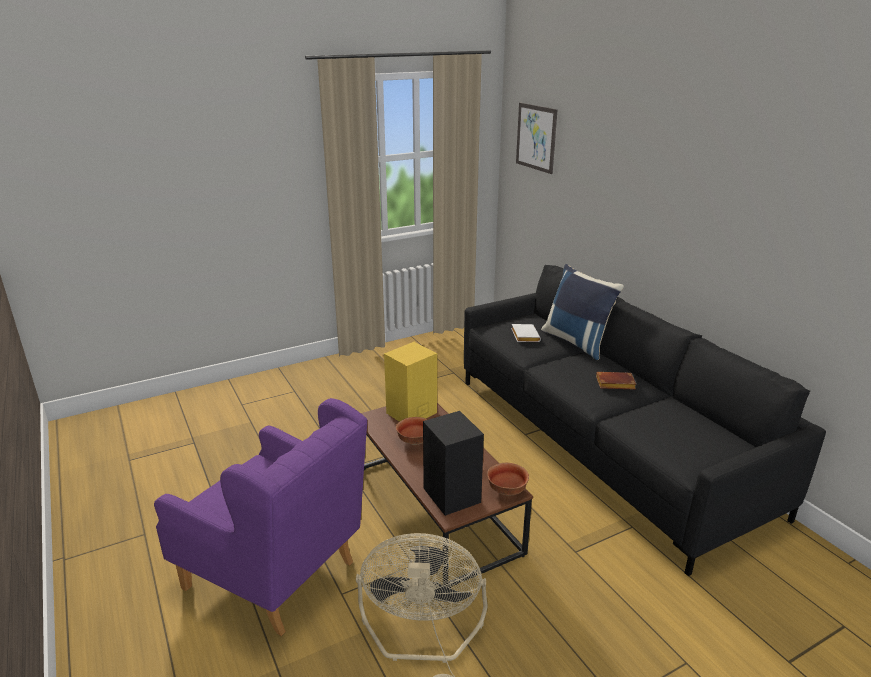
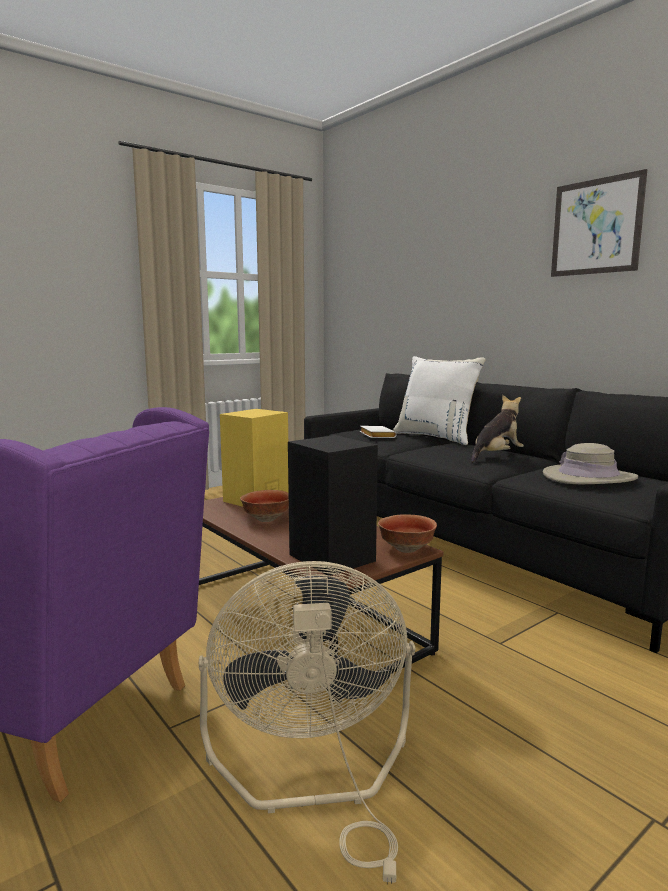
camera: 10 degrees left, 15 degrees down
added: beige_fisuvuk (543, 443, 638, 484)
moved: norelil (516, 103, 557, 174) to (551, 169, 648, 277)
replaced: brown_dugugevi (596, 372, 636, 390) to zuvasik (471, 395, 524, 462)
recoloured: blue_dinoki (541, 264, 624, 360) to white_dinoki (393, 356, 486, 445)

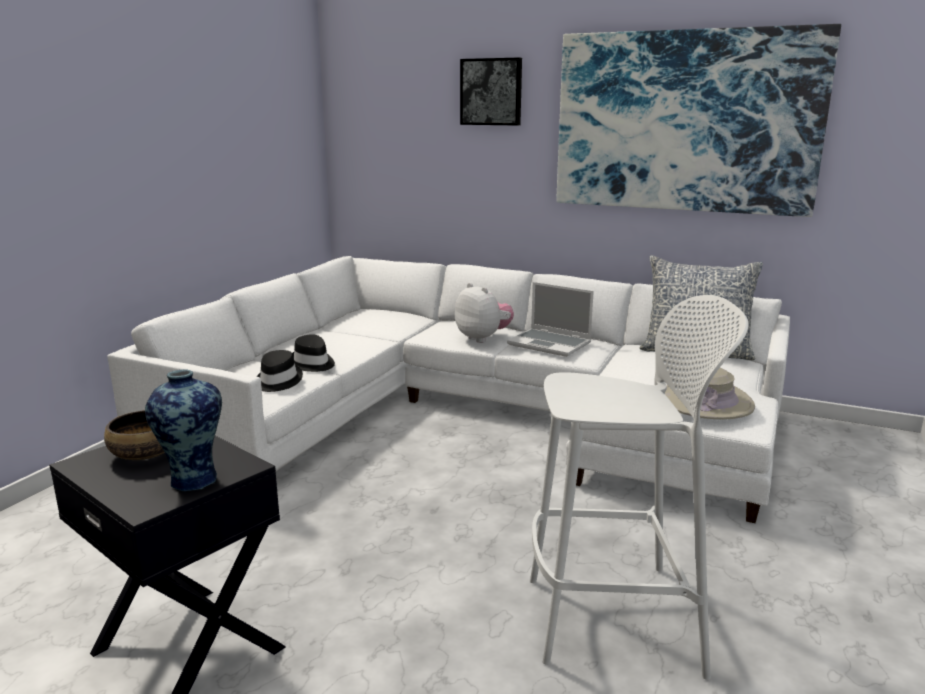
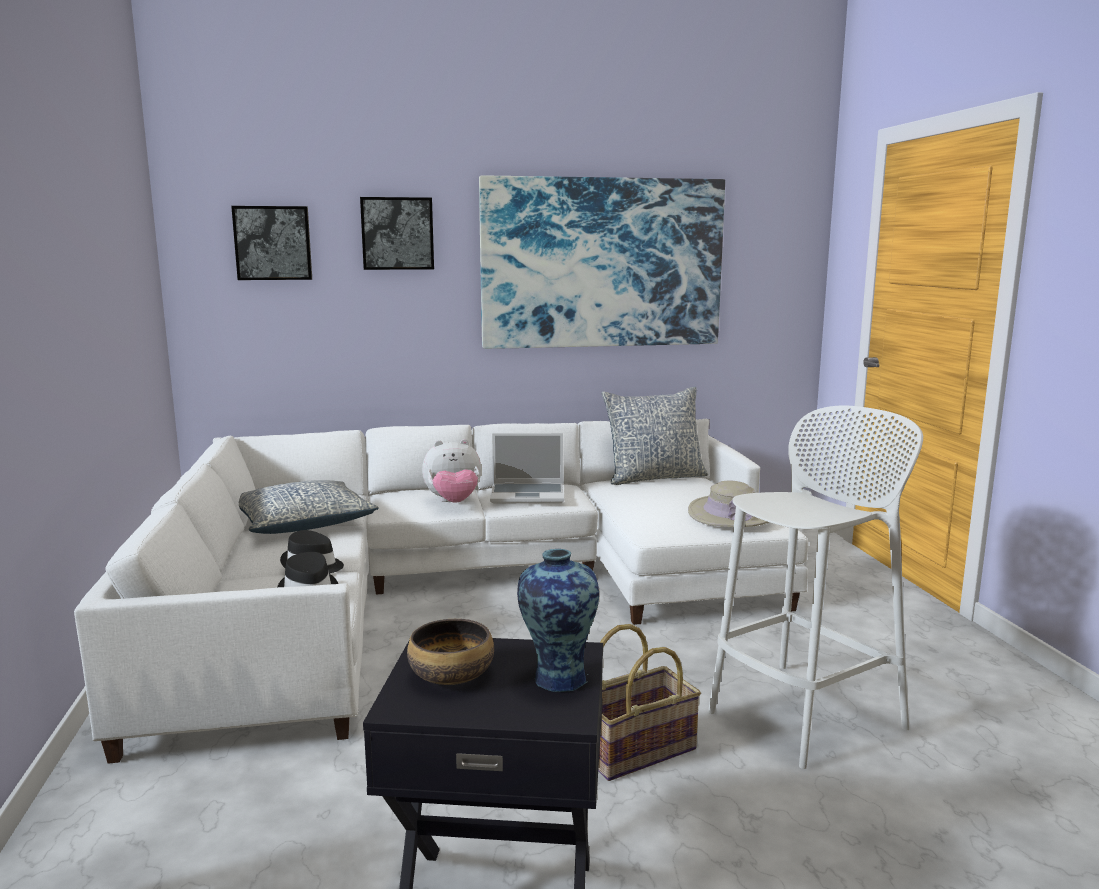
camera: 35 degrees left, 5 degrees down
added: norelil (231, 206, 312, 280); dinoki (239, 480, 379, 534); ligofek (598, 624, 701, 781)
turned: zuvasik (455, 283, 514, 343) = (422, 439, 481, 503) 150 degrees clockwise

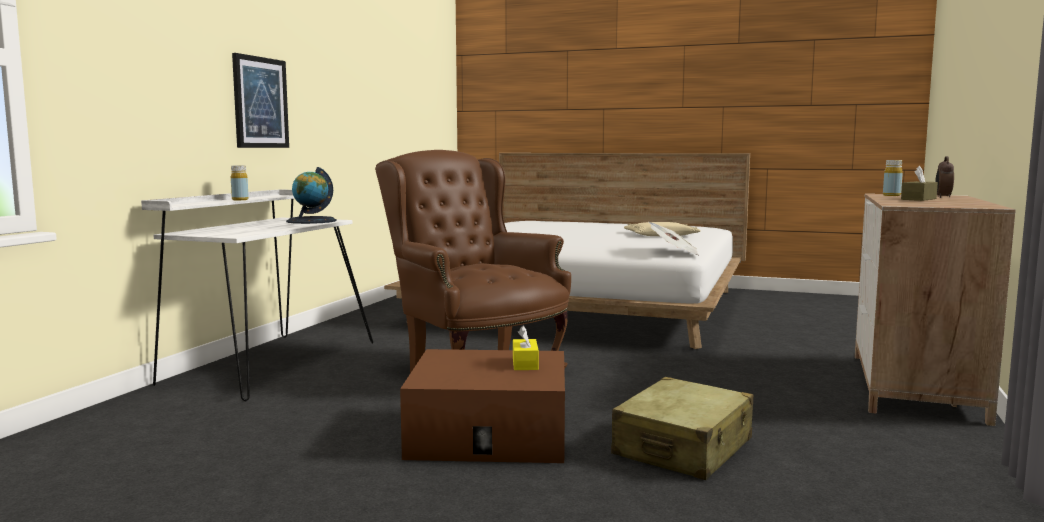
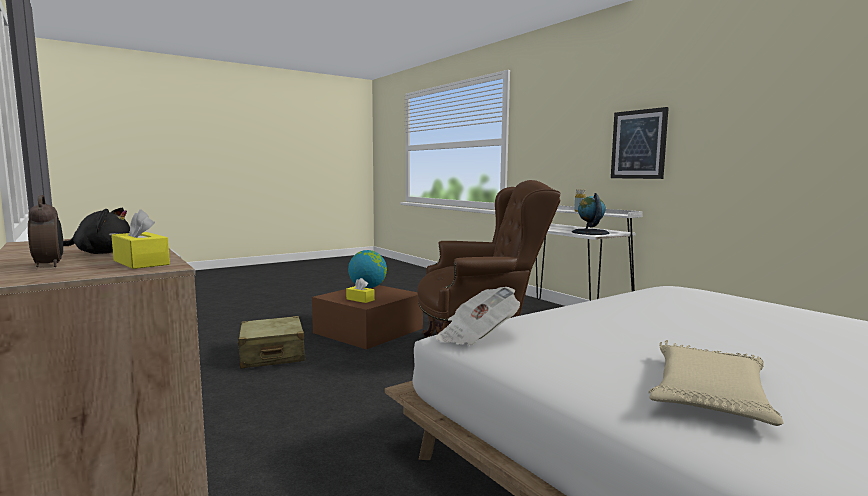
camera: 125 degrees right, 0 degrees up
added: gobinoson (348, 250, 387, 288)
replaced: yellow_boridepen (883, 160, 903, 196) to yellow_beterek (111, 209, 170, 269); brown_beterek (901, 166, 938, 201) to black_zuvasik (63, 208, 130, 254)

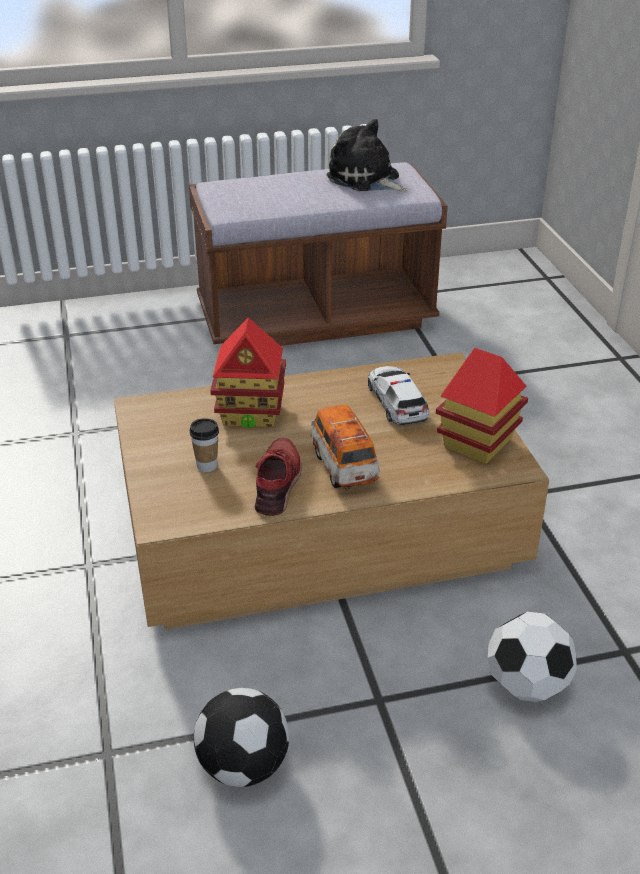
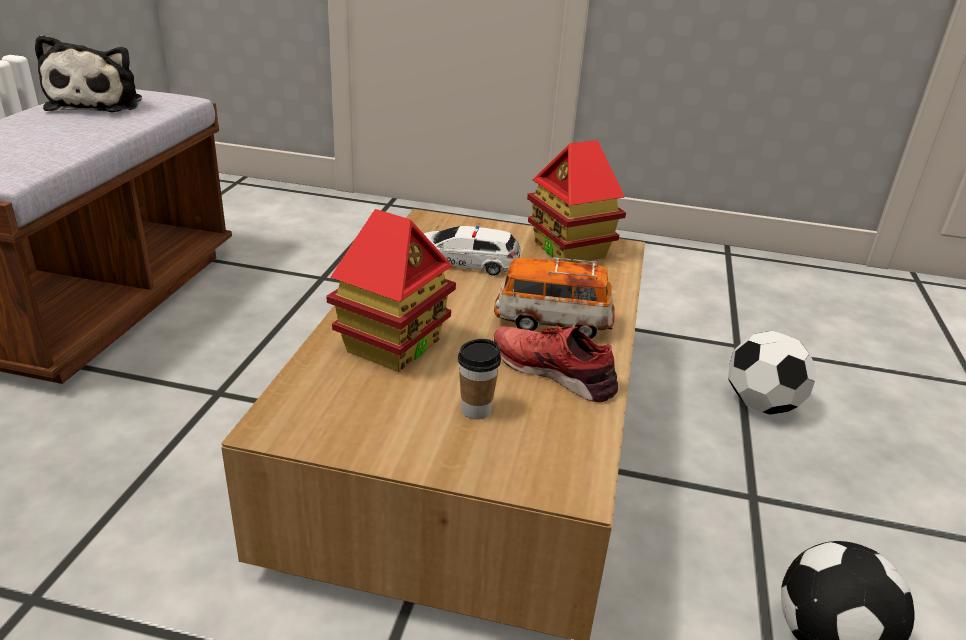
camera: 65 degrees left, 5 degrees down
turned: zuvasik (326, 119, 408, 191) = (35, 35, 142, 112) 75 degrees counterclockwise

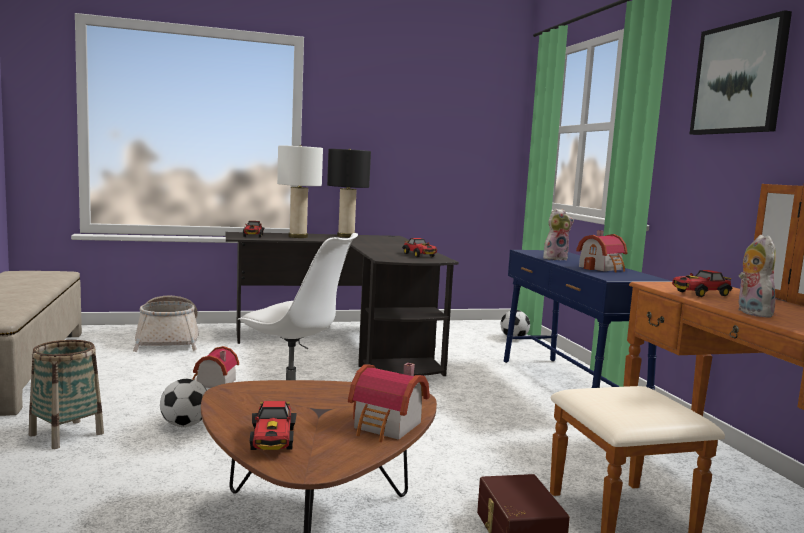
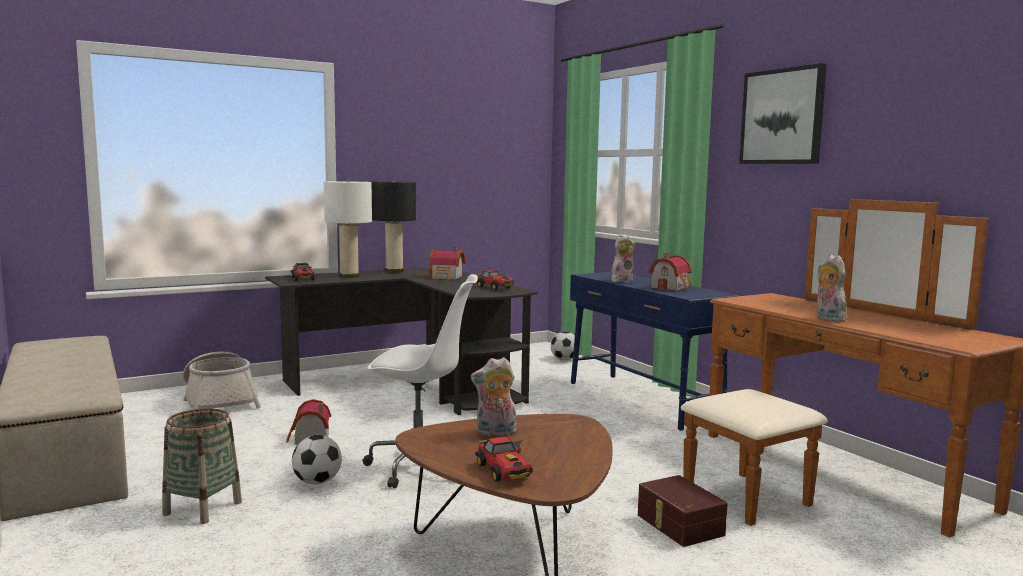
camera: 15 degrees left, 0 degrees up
removed: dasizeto (672, 270, 732, 297)
added: zuvasik (470, 357, 516, 436)
moved: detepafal (348, 363, 430, 442) to (429, 247, 465, 280)

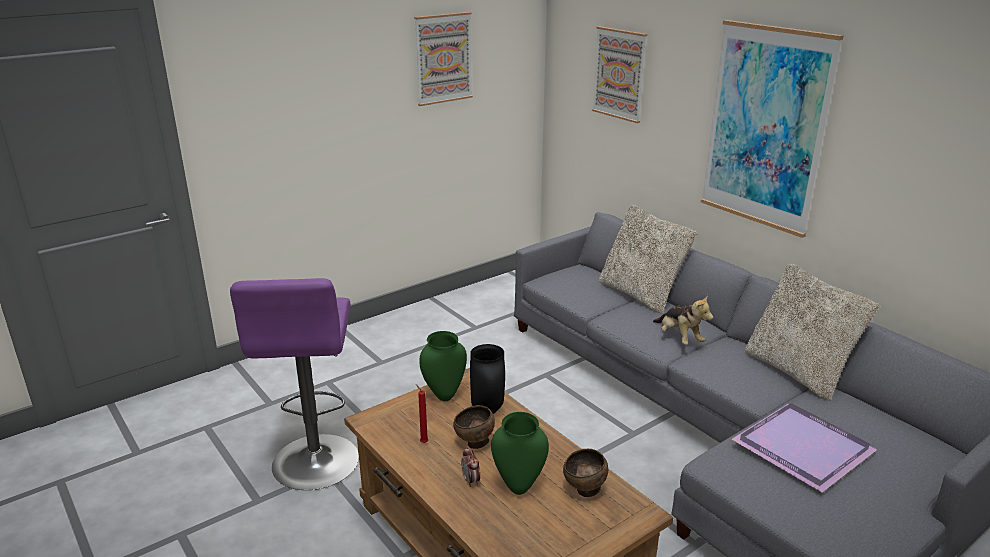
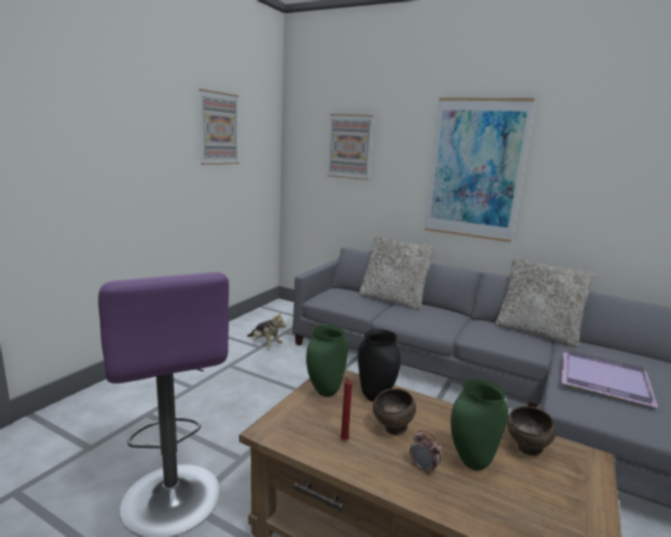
camera: 25 degrees left, 10 degrees down
moved: zuvasik (653, 295, 714, 345) to (247, 312, 286, 346)

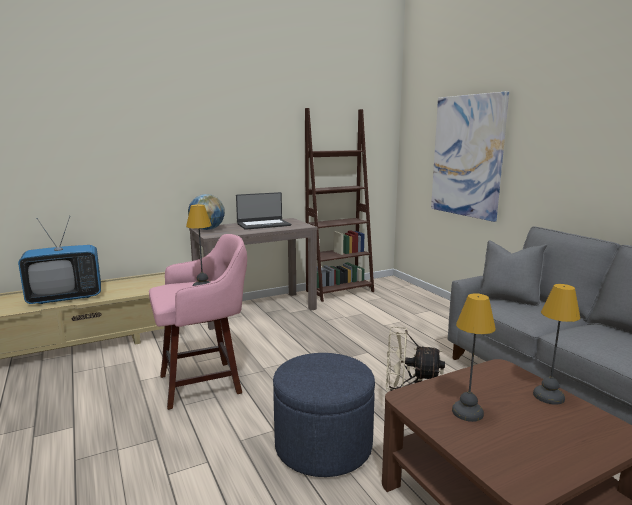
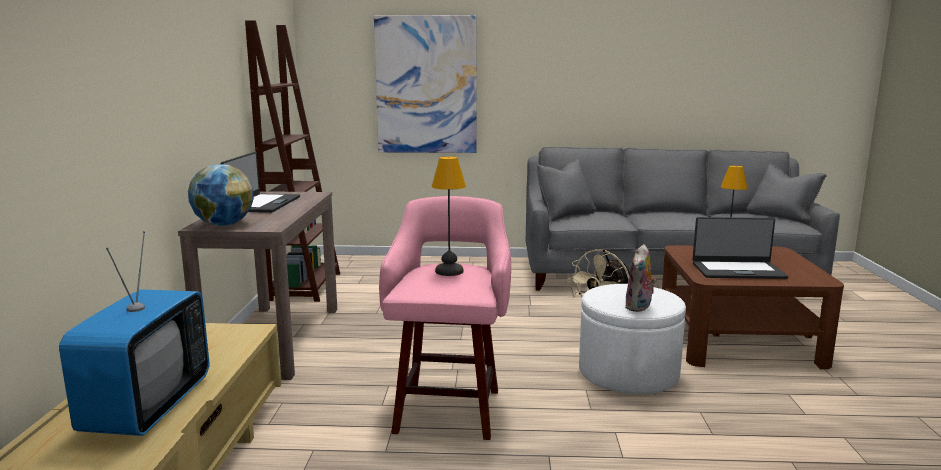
camera: 60 degrees left, 0 degrees up
added: zuvasik (625, 244, 657, 312)
replaced: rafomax (452, 293, 496, 422) to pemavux (692, 217, 788, 279)
recoloured: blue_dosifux (273, 353, 375, 477) to white_dosifux (579, 284, 686, 394)

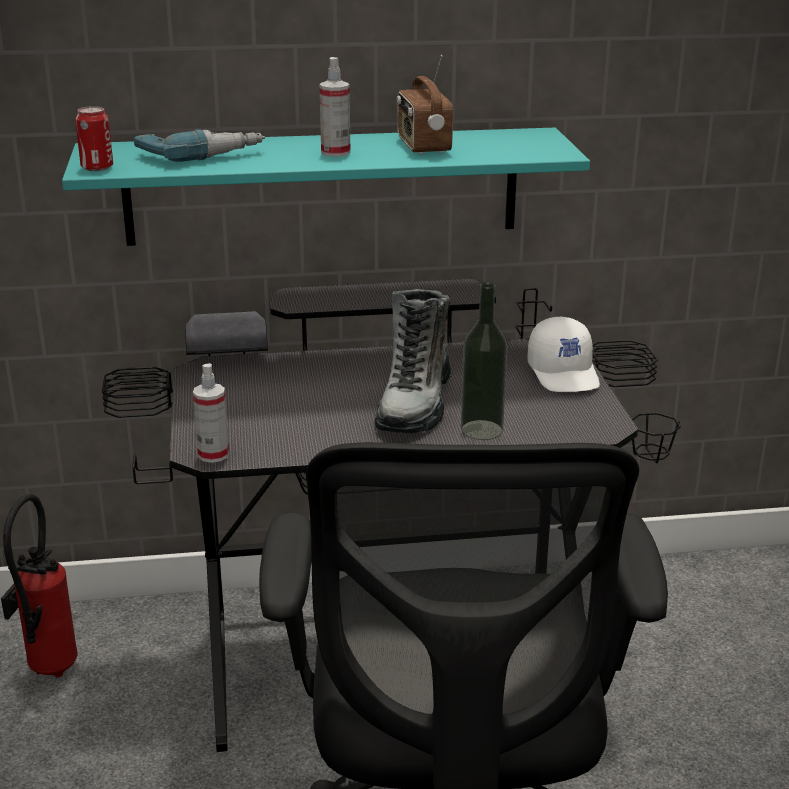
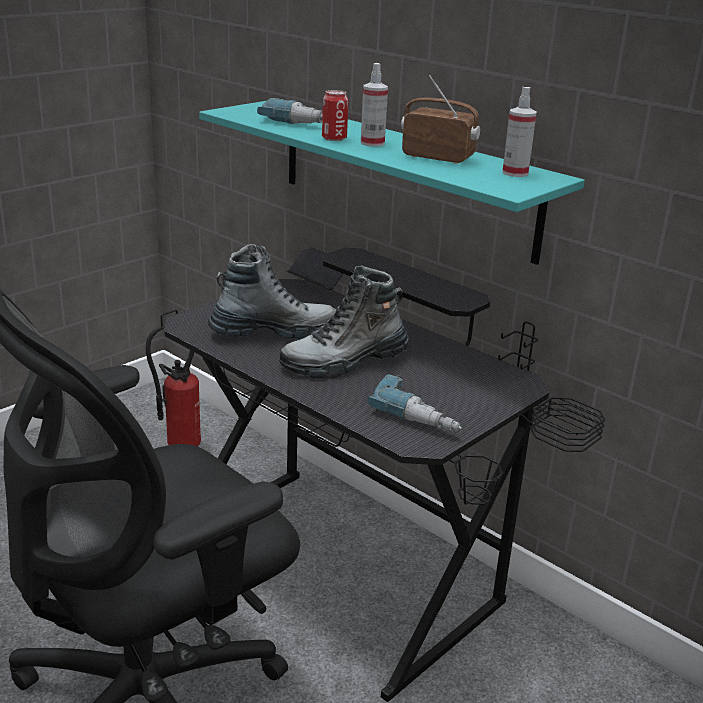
camera: 50 degrees right, 0 degrees up
removed: boridepen (461, 283, 507, 440); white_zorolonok (527, 317, 600, 392)
added: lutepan (208, 244, 336, 340); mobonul (367, 374, 462, 431)
moved: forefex (75, 106, 113, 171) to (322, 90, 348, 141); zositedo (193, 363, 229, 463) to (502, 87, 537, 177)
turned: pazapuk (397, 55, 453, 154) = (401, 75, 480, 164) 75 degrees clockwise

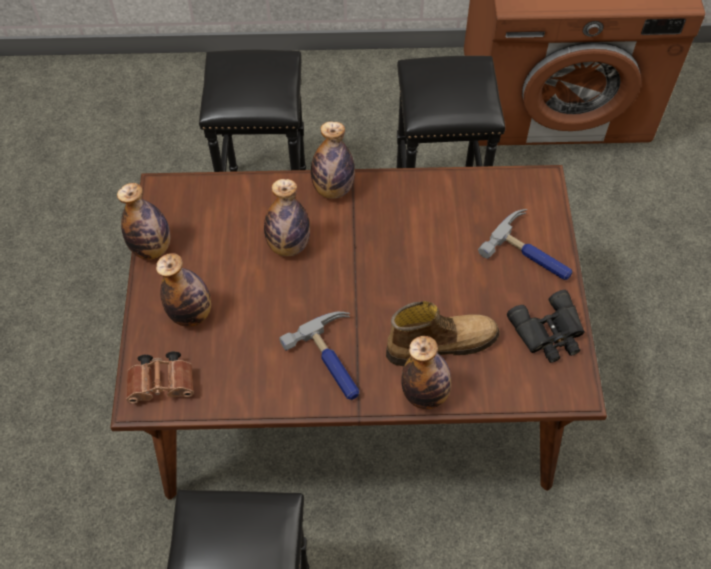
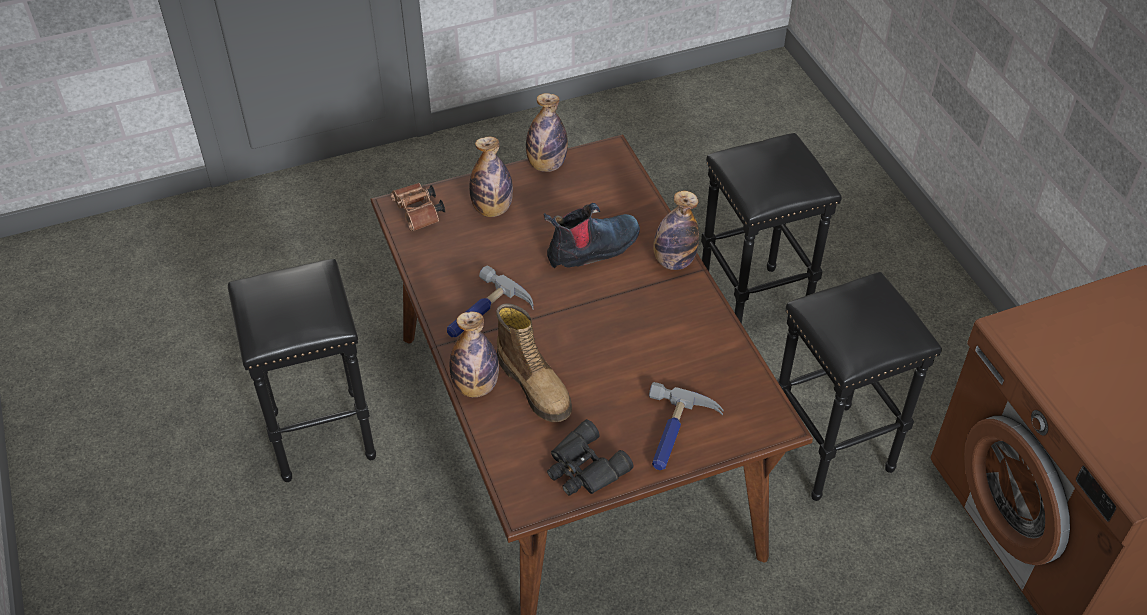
camera: 70 degrees right, 10 degrees down
replaced: boridepen (264, 179, 310, 256) to lutepan (544, 203, 640, 268)

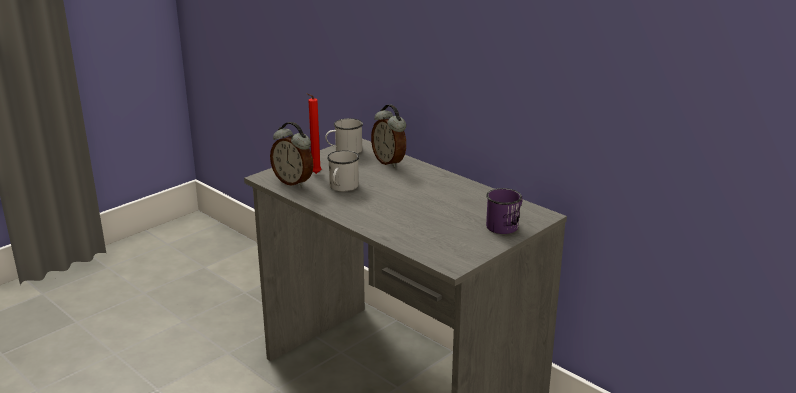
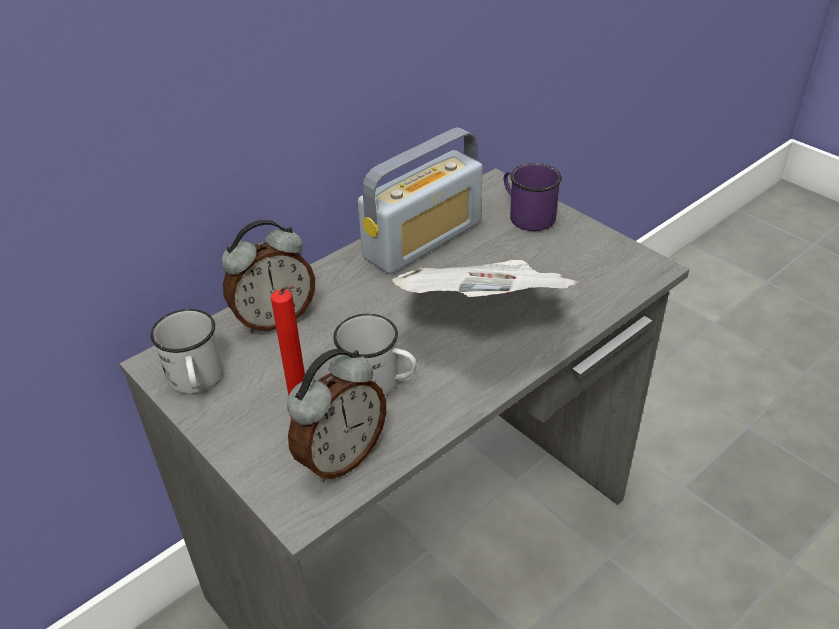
camera: 85 degrees left, 15 degrees up
added: pazapuk (358, 127, 483, 274); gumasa (392, 260, 579, 297)

